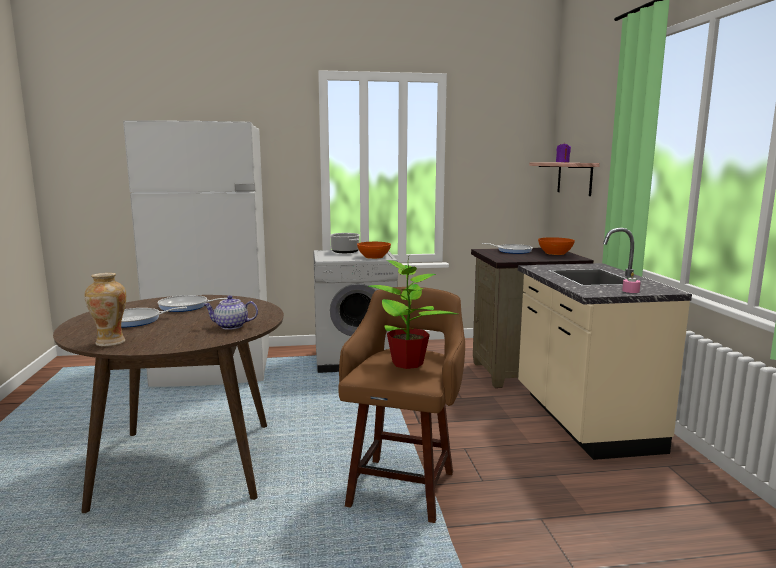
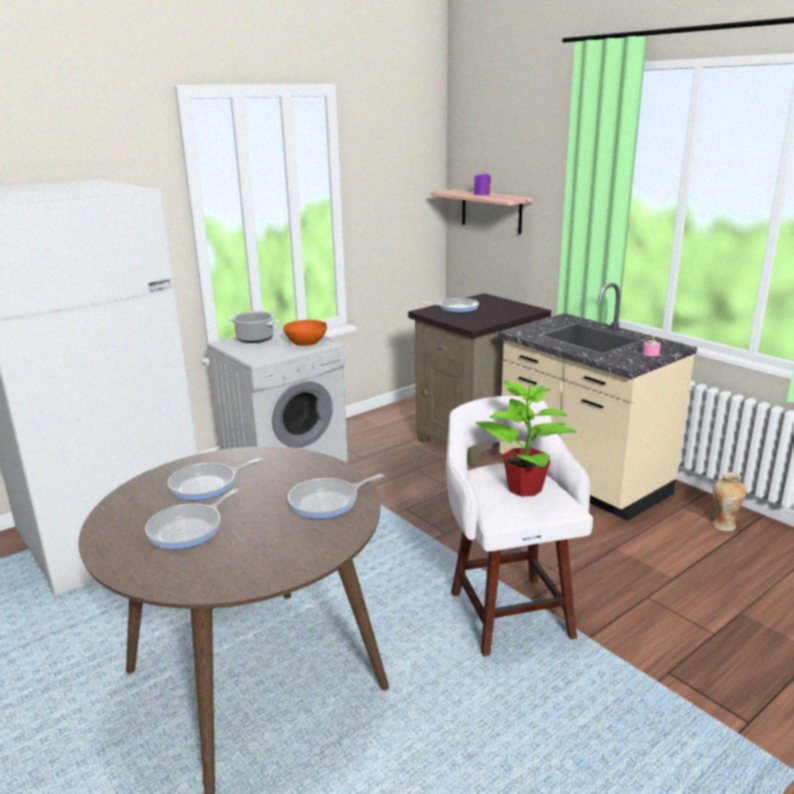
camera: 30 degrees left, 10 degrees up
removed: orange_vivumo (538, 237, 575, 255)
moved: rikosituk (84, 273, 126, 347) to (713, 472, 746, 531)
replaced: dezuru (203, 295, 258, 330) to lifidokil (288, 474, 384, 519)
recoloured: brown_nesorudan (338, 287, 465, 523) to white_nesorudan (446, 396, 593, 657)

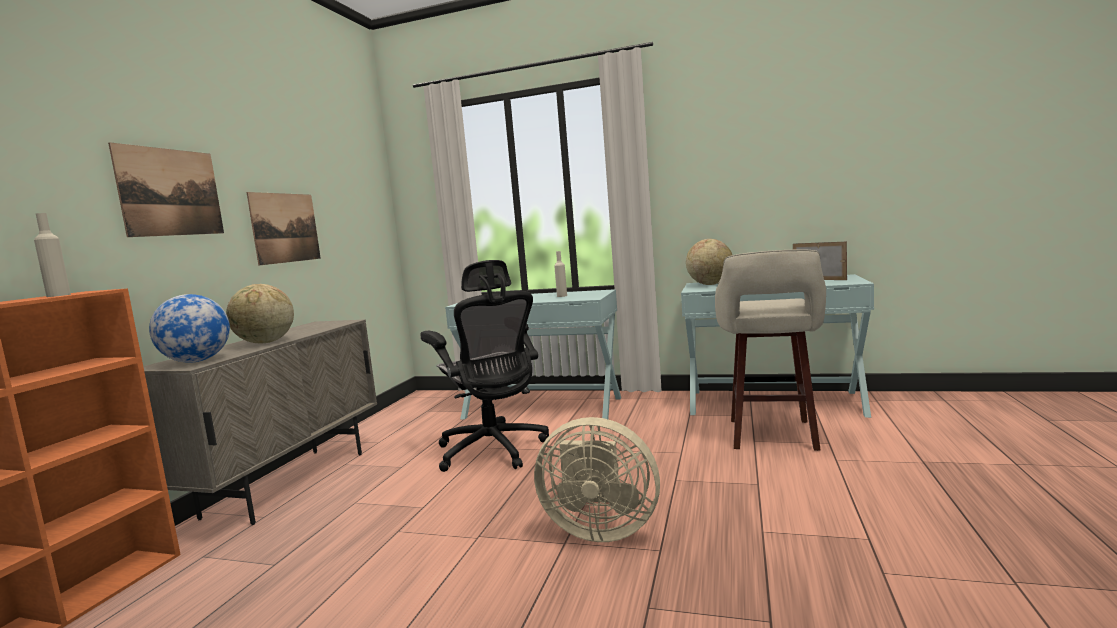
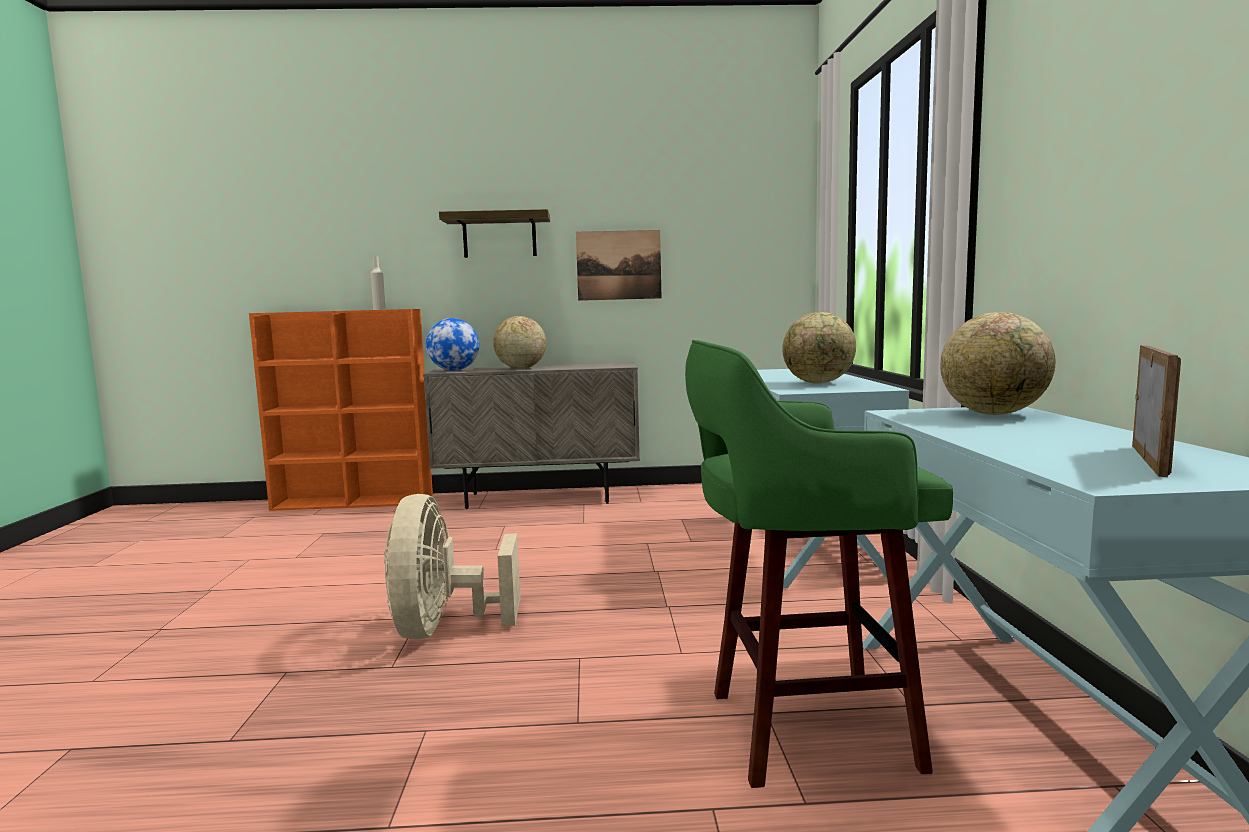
camera: 70 degrees right, 0 degrees up
removed: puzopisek (421, 260, 549, 472)
replaced: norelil (108, 143, 224, 237) to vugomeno (439, 209, 550, 258); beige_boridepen (554, 251, 567, 297) to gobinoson (782, 312, 856, 384)
recoloured: beige_nesorudan (715, 249, 826, 451) to green_nesorudan (685, 340, 953, 788)

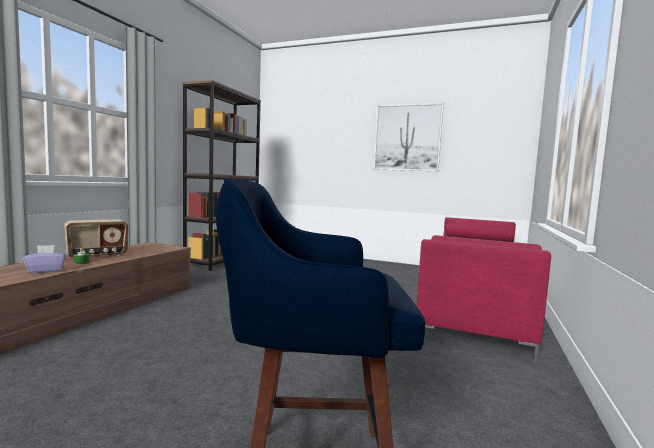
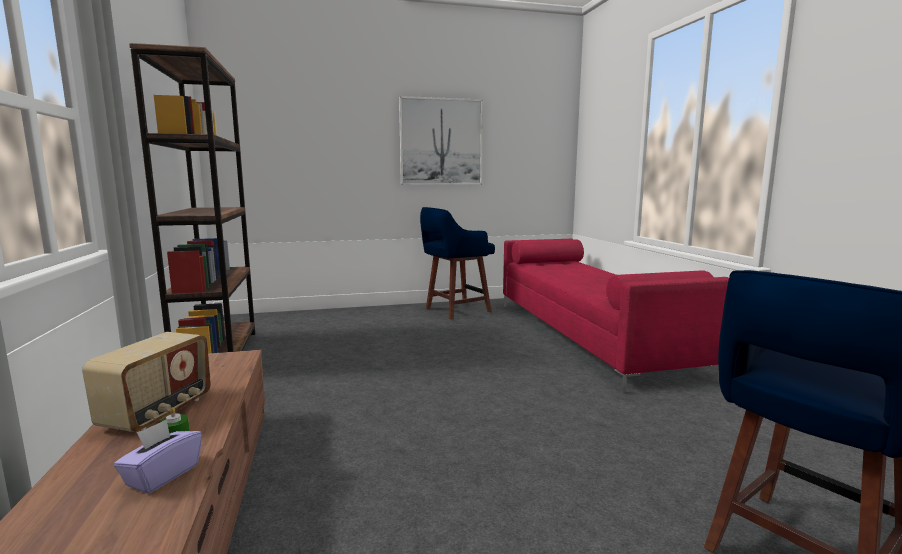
camera: 35 degrees left, 5 degrees up
added: blue_nesorudan (420, 207, 495, 319)

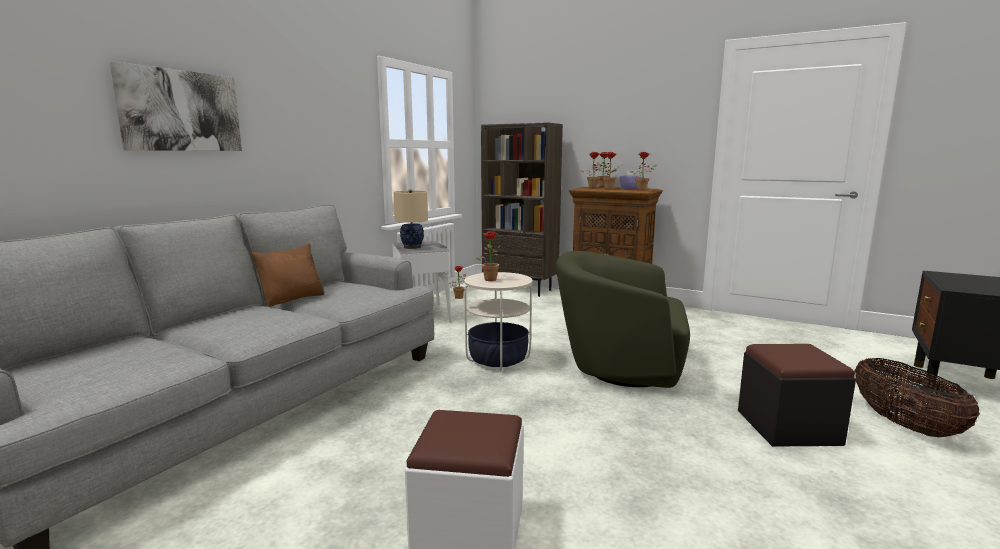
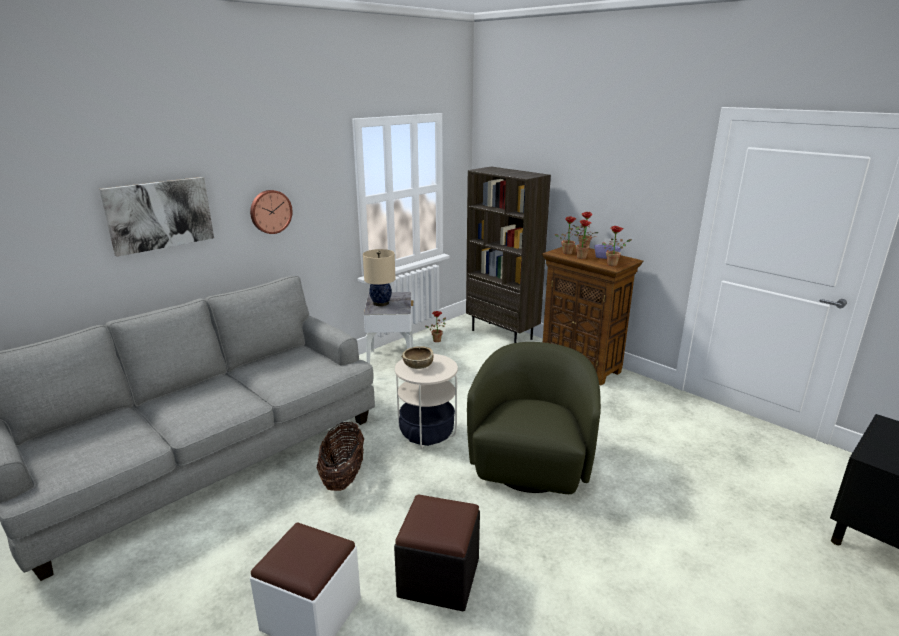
camera: 15 degrees right, 10 degrees up
removed: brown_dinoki (251, 243, 325, 307)
added: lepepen (250, 190, 293, 234)
moved: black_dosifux (738, 344, 856, 447) to (394, 494, 480, 612); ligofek (854, 358, 979, 437) to (317, 422, 364, 491)
replaced: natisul (476, 231, 501, 281) to brown_vivumo (401, 346, 434, 369)
turned: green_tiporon (556, 251, 690, 388) = (467, 342, 601, 494) 75 degrees clockwise

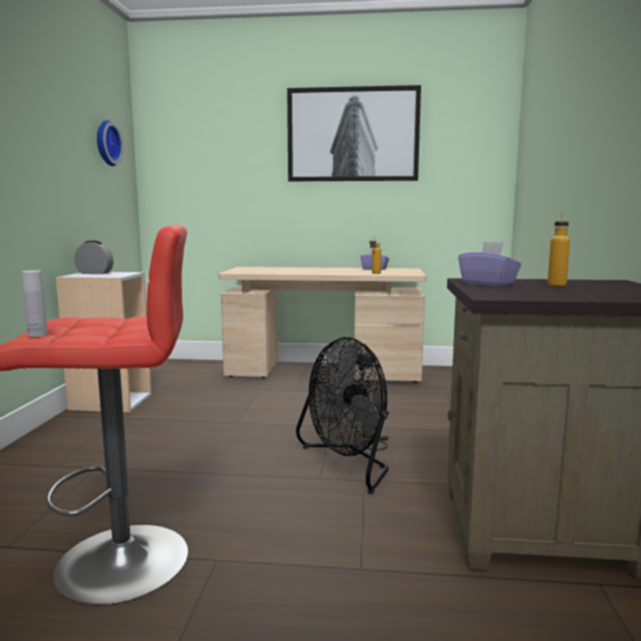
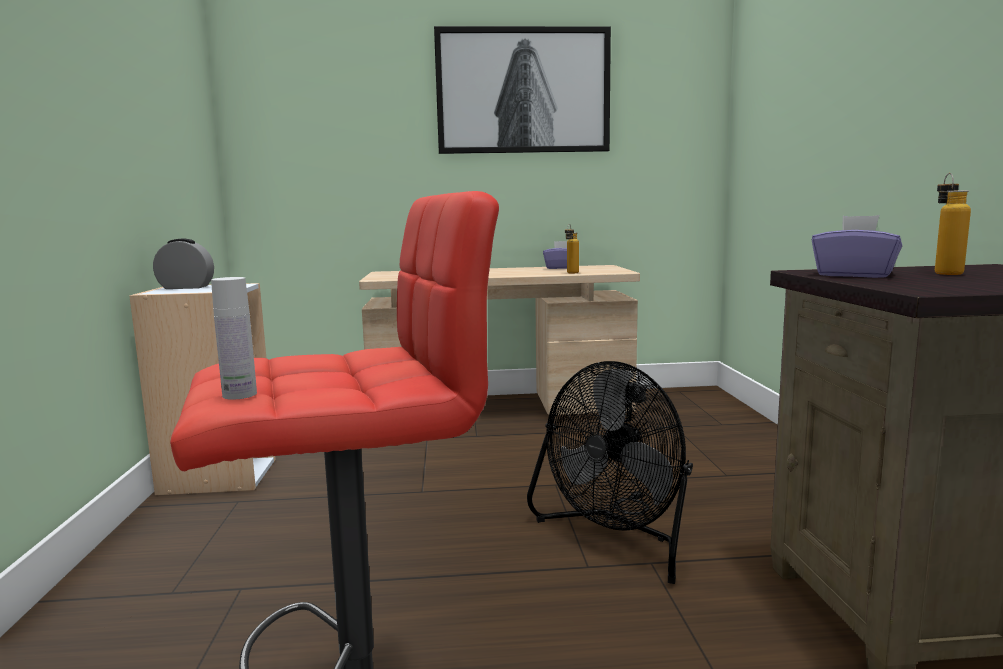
camera: 10 degrees left, 0 degrees up
removed: lepepen (97, 120, 123, 166)

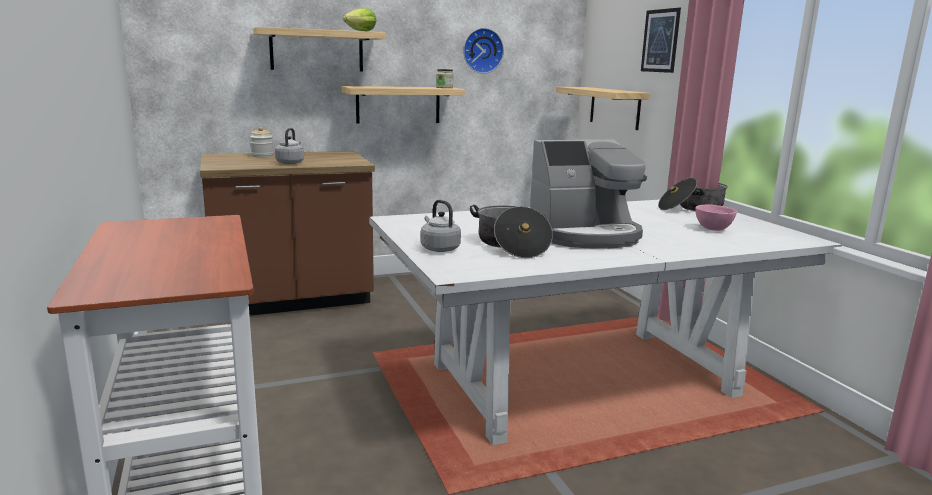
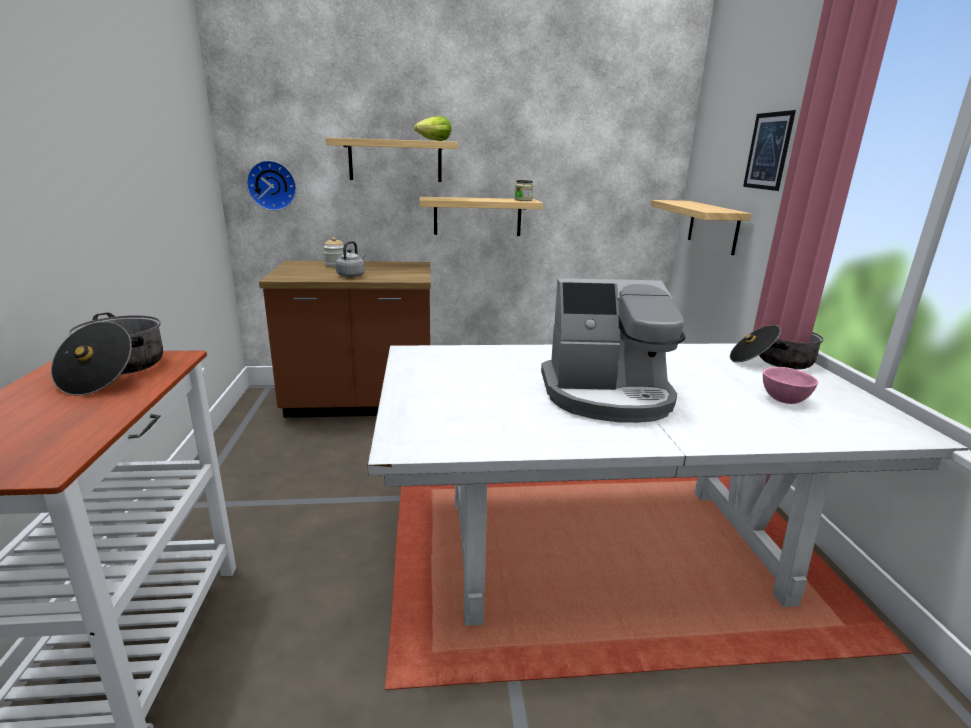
camera: 15 degrees right, 5 degrees up
removed: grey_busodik (421, 200, 461, 252)
moved: lepepen (463, 28, 504, 74) to (246, 160, 296, 211); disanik (470, 205, 553, 258) to (51, 312, 163, 396)

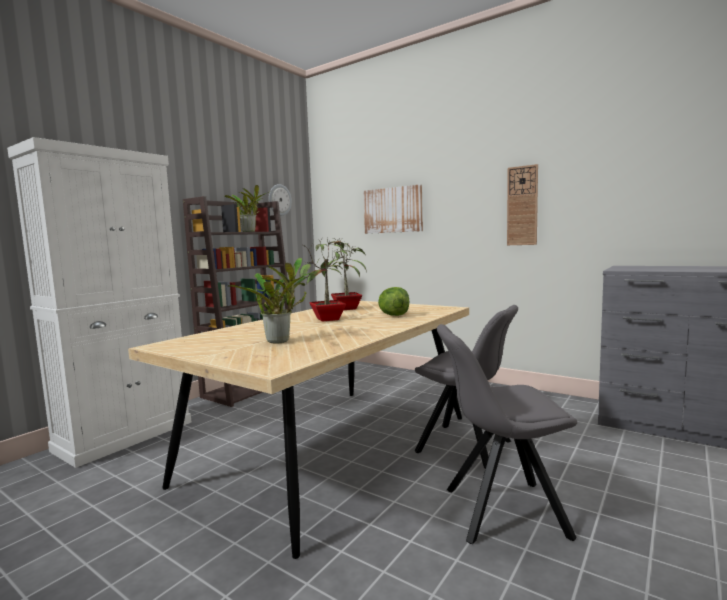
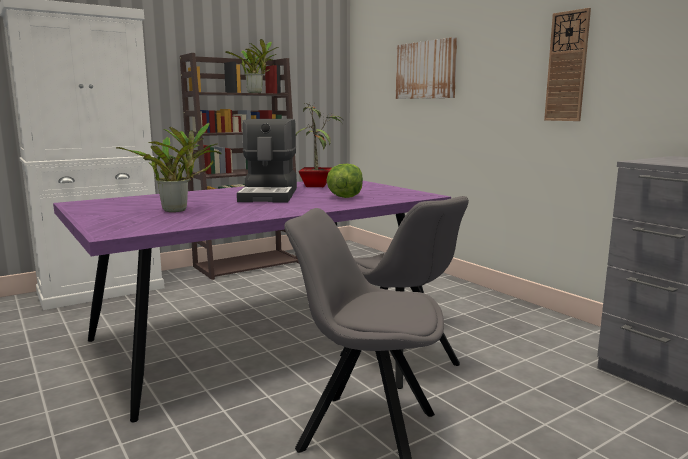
camera: 20 degrees right, 5 degrees up
removed: lepepen (269, 184, 292, 216)
replaced: natisul (299, 238, 352, 322) to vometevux (237, 119, 297, 202)
recoloured: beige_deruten (128, 301, 469, 559) to purple_deruten (53, 181, 451, 422)

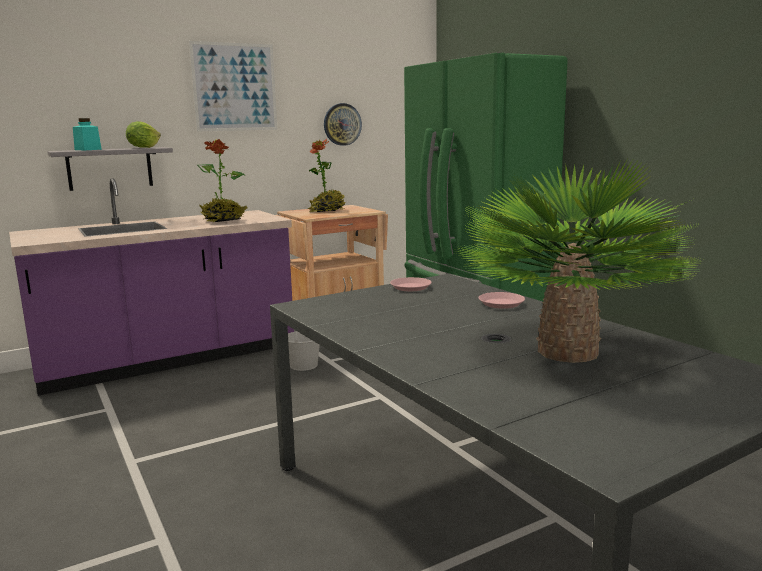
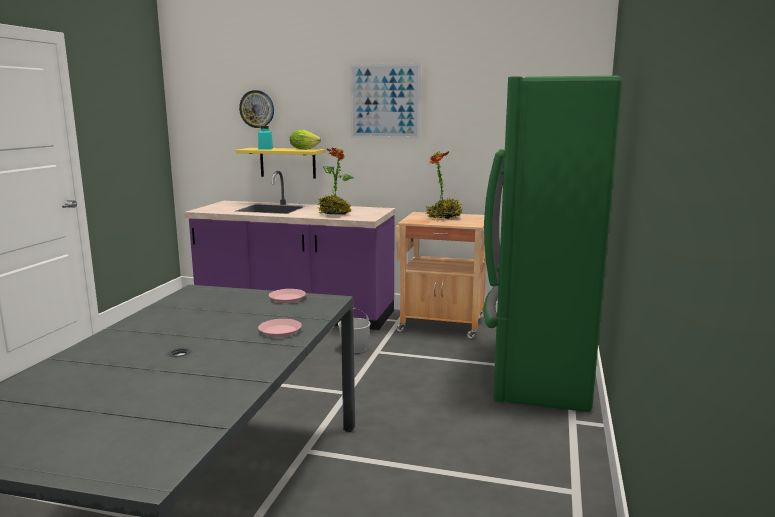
camera: 45 degrees right, 0 degrees up
removed: natisul (456, 159, 700, 363)
moved: lepepen (324, 103, 362, 146) to (239, 90, 274, 128)
recoloured: grey_vugomeno (47, 147, 173, 191) to yellow_vugomeno (235, 148, 325, 179)

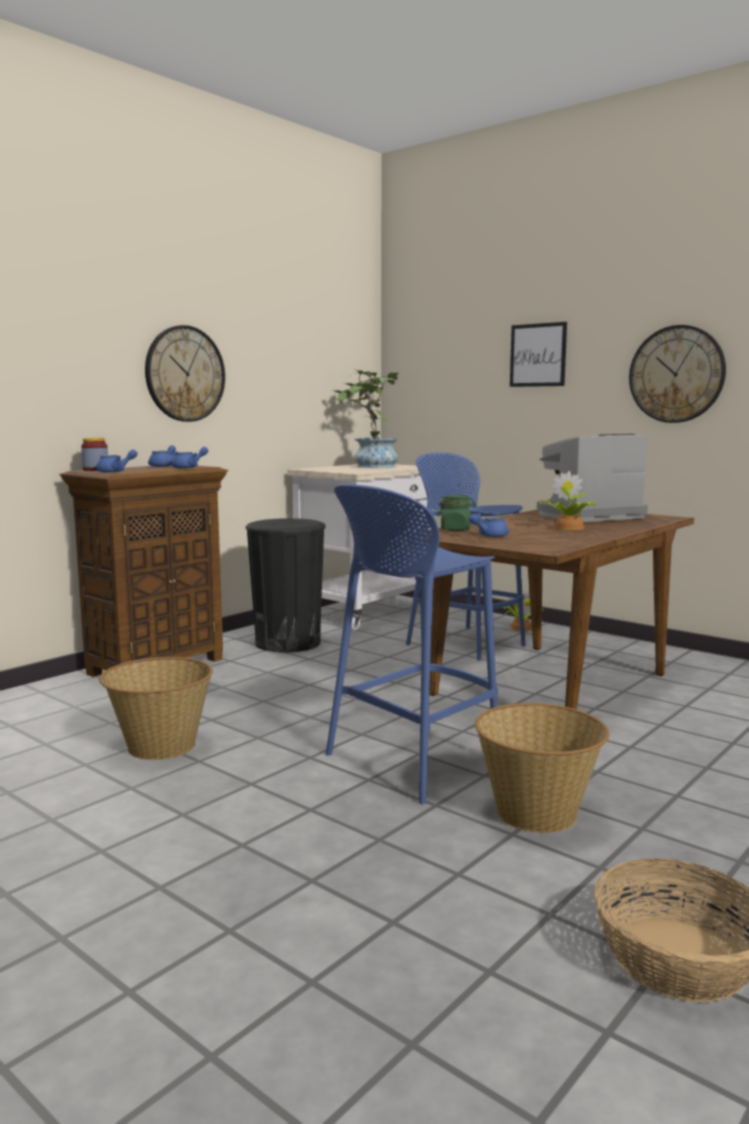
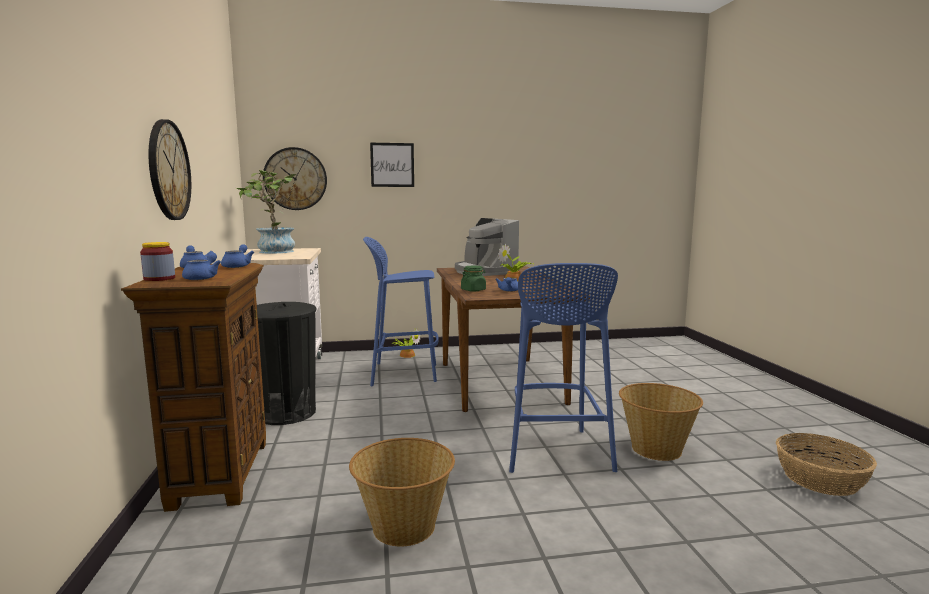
camera: 50 degrees left, 0 degrees up
moved: lepepen (629, 325, 726, 423) to (263, 147, 327, 210)
turned: vometevux (537, 434, 648, 522) = (455, 218, 519, 276) 45 degrees counterclockwise

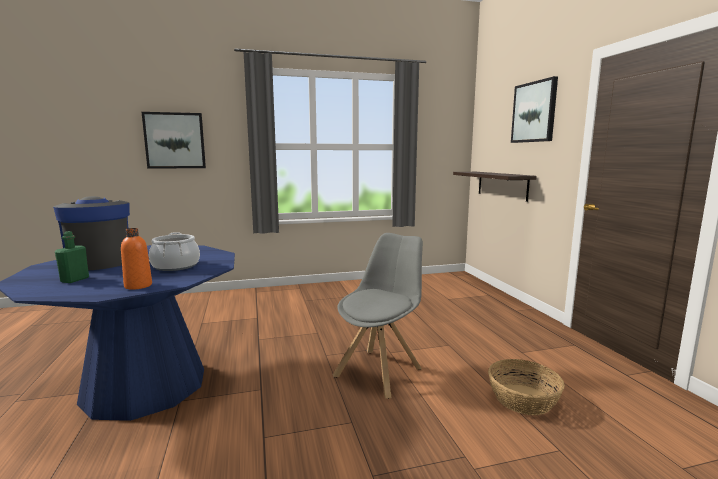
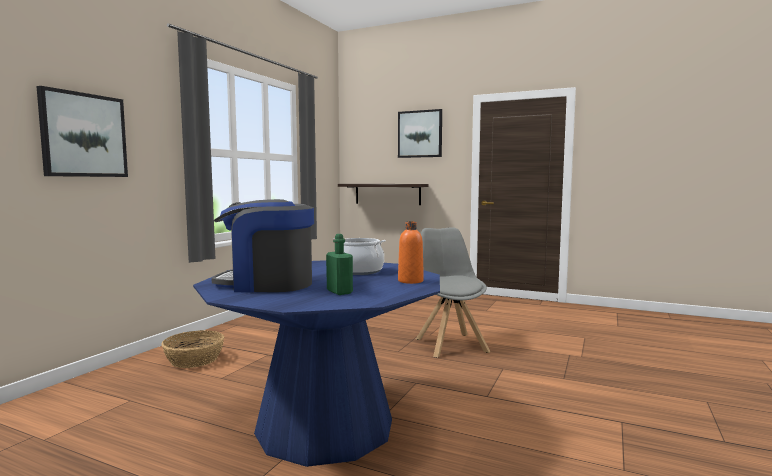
camera: 50 degrees left, 5 degrees down
moved: ligofek (488, 359, 565, 415) to (161, 330, 224, 368)

